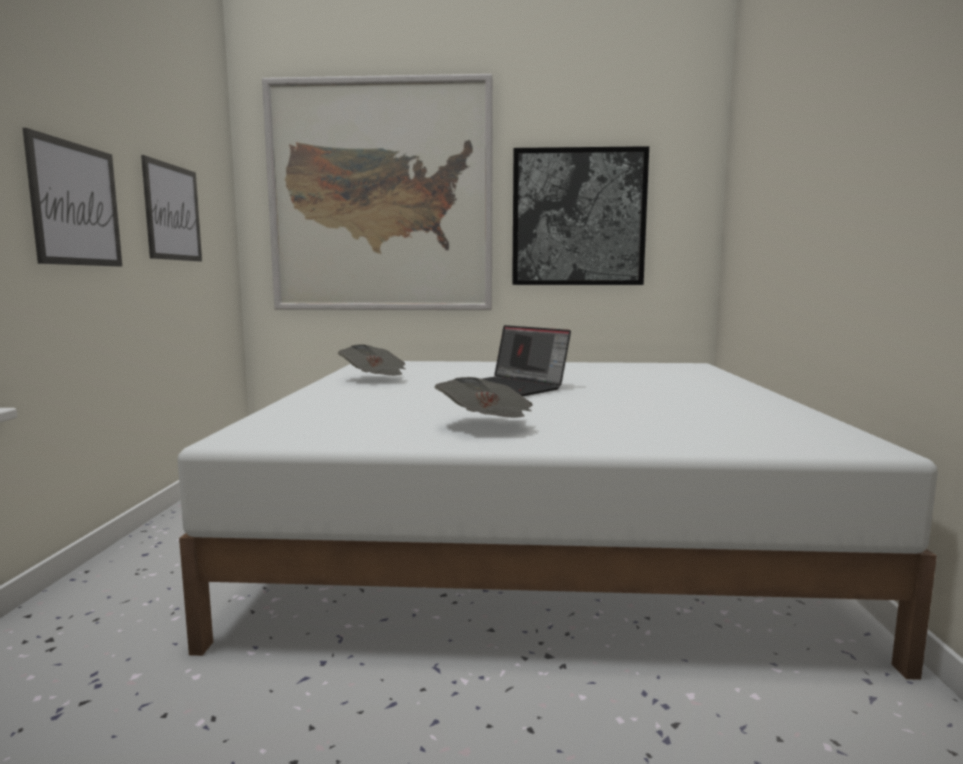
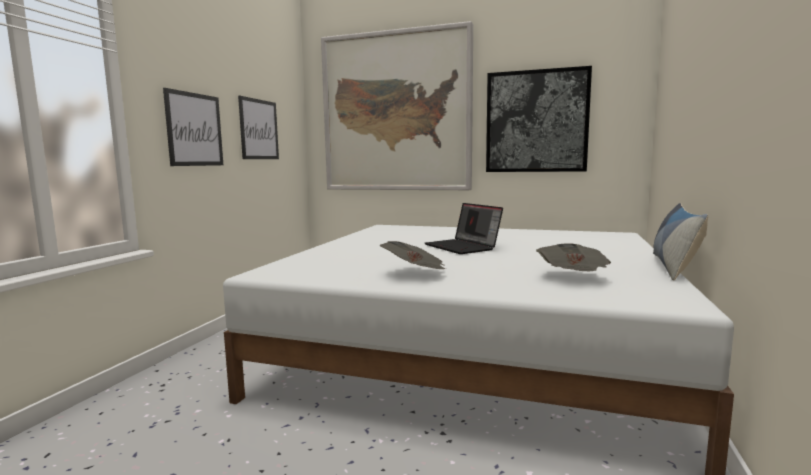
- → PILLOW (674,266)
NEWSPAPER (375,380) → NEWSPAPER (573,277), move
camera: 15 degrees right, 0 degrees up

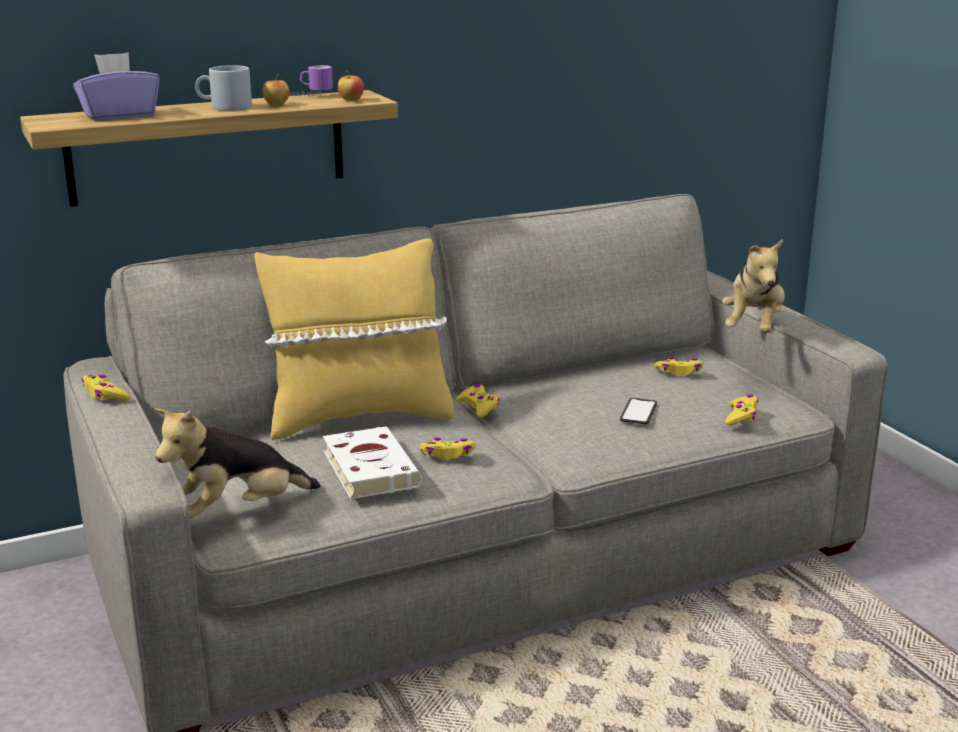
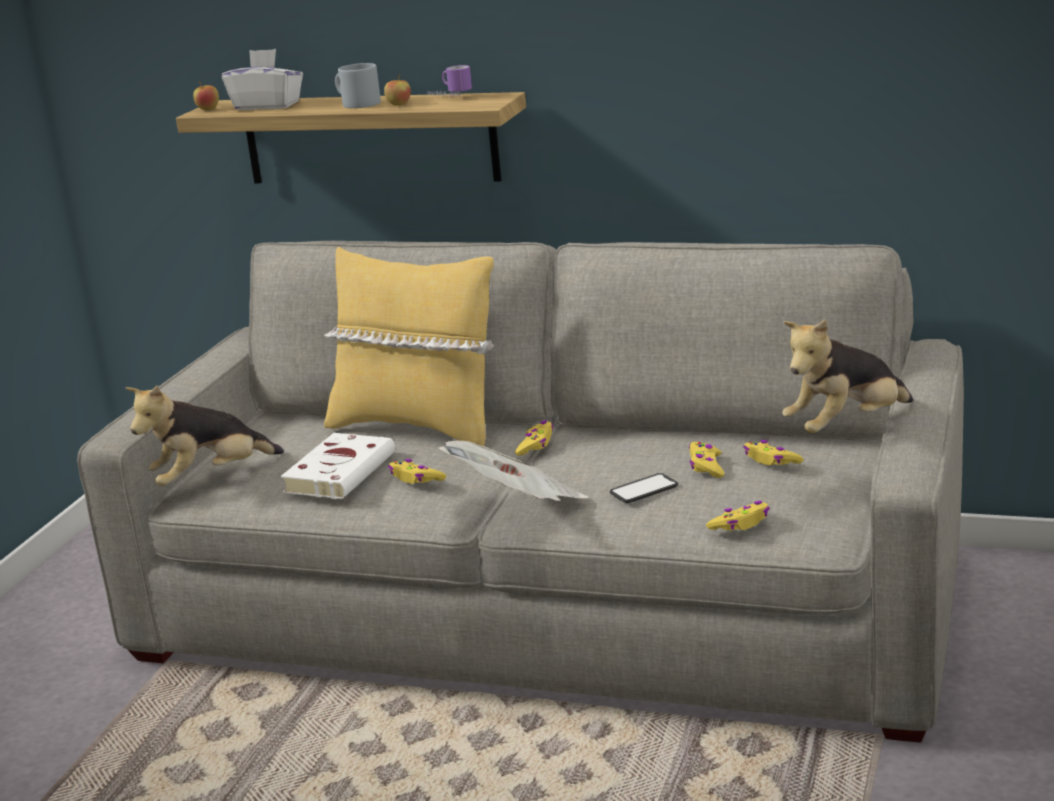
- → NEWSPAPER (517,505)
YELLOW GAME CONTROLLER (105,395) → YELLOW GAME CONTROLLER (706,467), move
APPLE (351,100) → APPLE (208,109), move
PURPLE TISSUE BOX (119,115) → WHITE TISSUE BOX (267,106)
PLUSH TOY (238,511) → PLUSH TOY (210,478), 45 degrees counterclockwise
camera: 45 degrees right, 0 degrees up

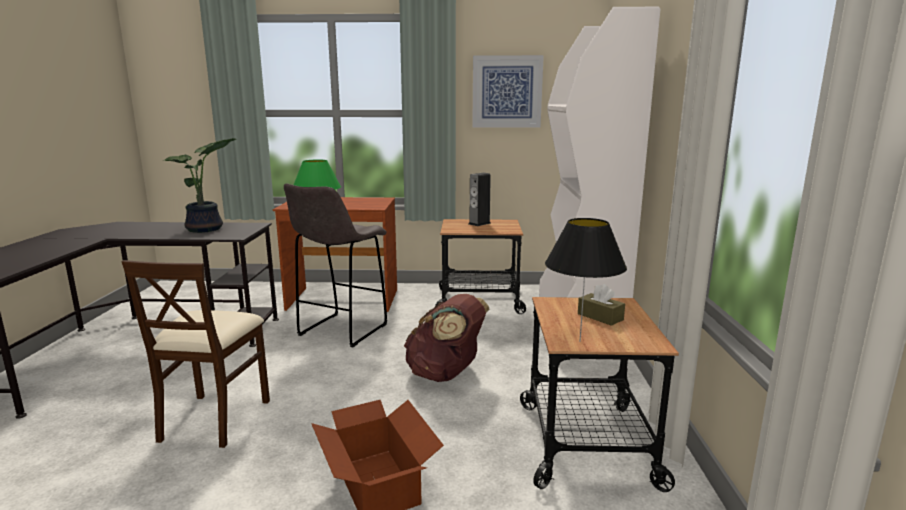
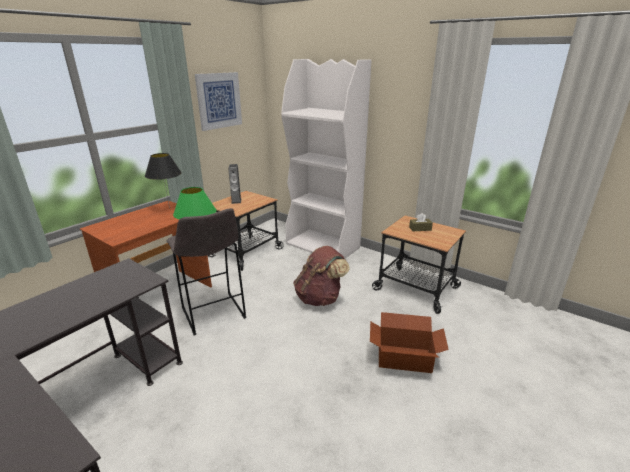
BEIGE CHAIR (214,419) → -
POTTED PLANT (206,229) → -
BLACK TABLE LAMP (579,341) → BLACK TABLE LAMP (169,208), move
camera: 55 degrees left, 10 degrees up

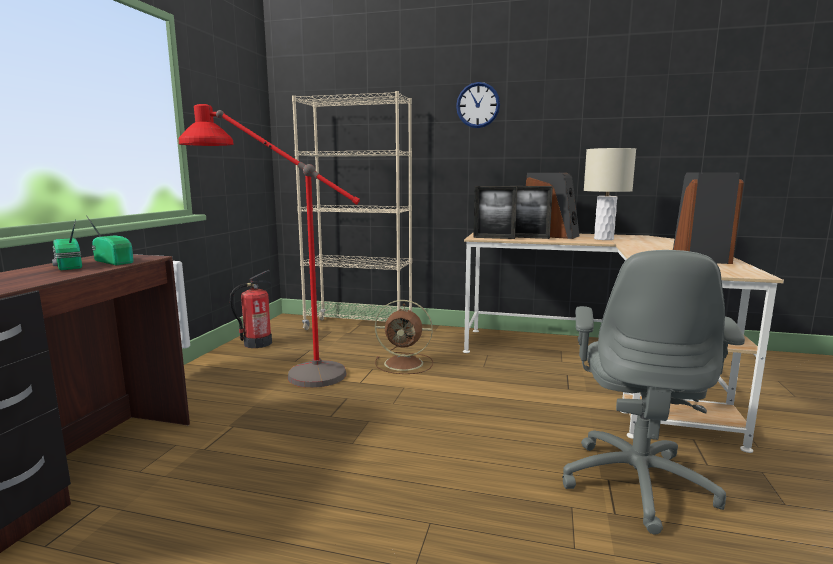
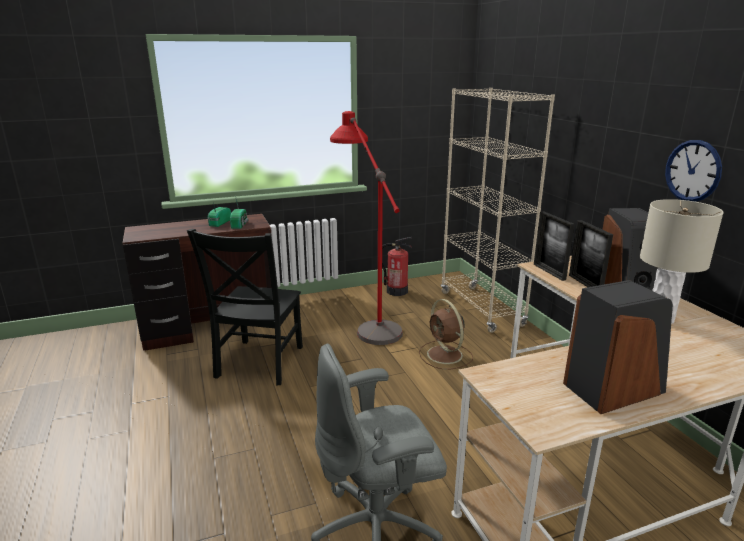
- → BLACK CHAIR (258,364)
WALL CLOCK (478,105) → WALL CLOCK (693,171), move
camera: 55 degrees right, 10 degrees up

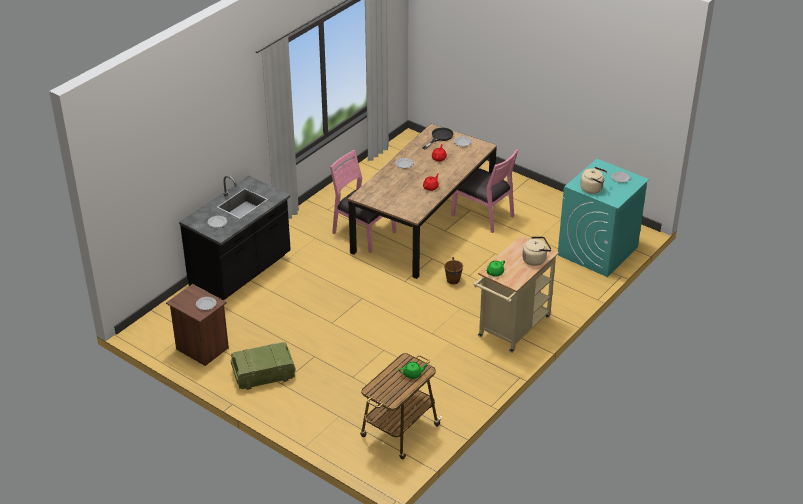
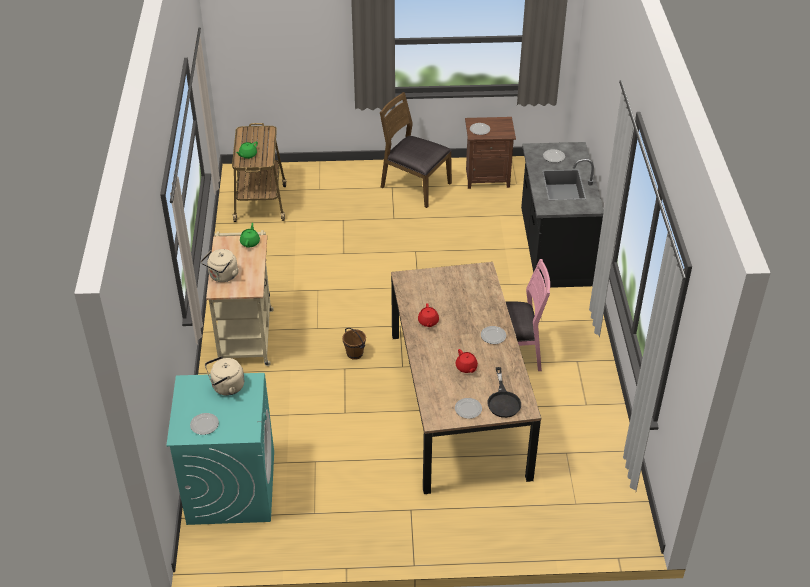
PINK CHAIR (483,215) → -
CRATE (263,374) → BROWN CHAIR (414,185)
camera: 140 degrees right, 5 degrees up

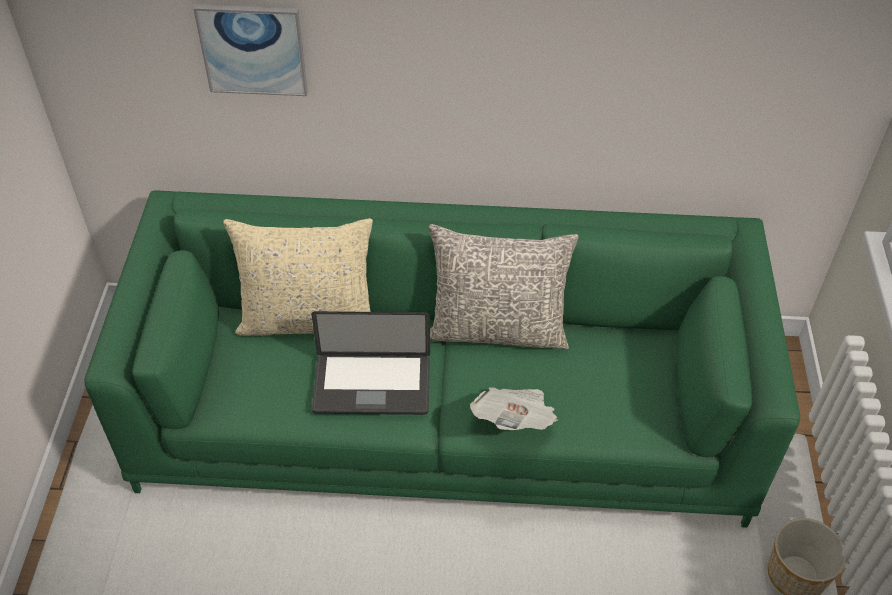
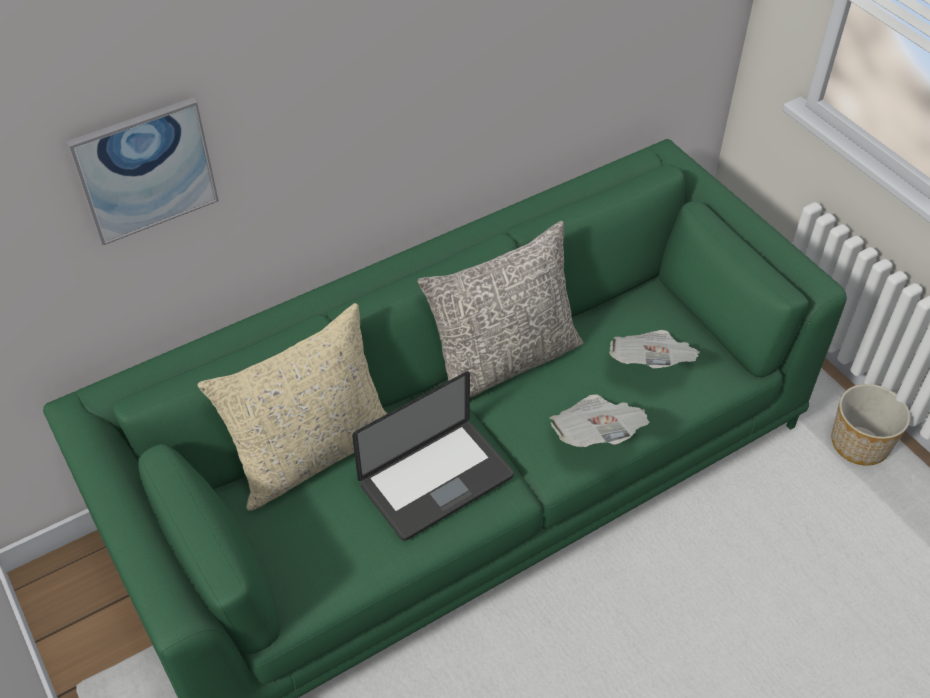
- → NEWSPAPER (650,364)
camera: 35 degrees left, 0 degrees up

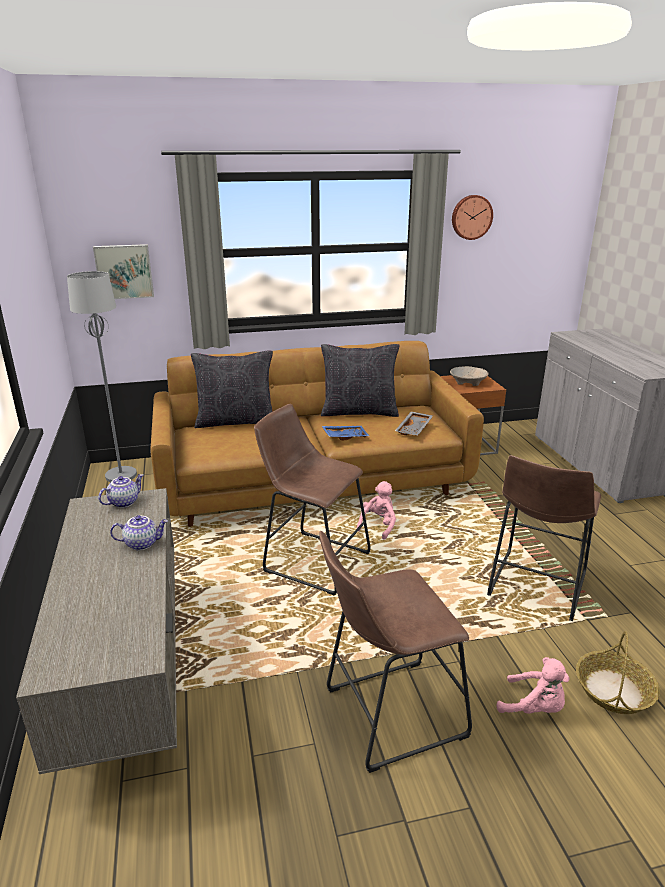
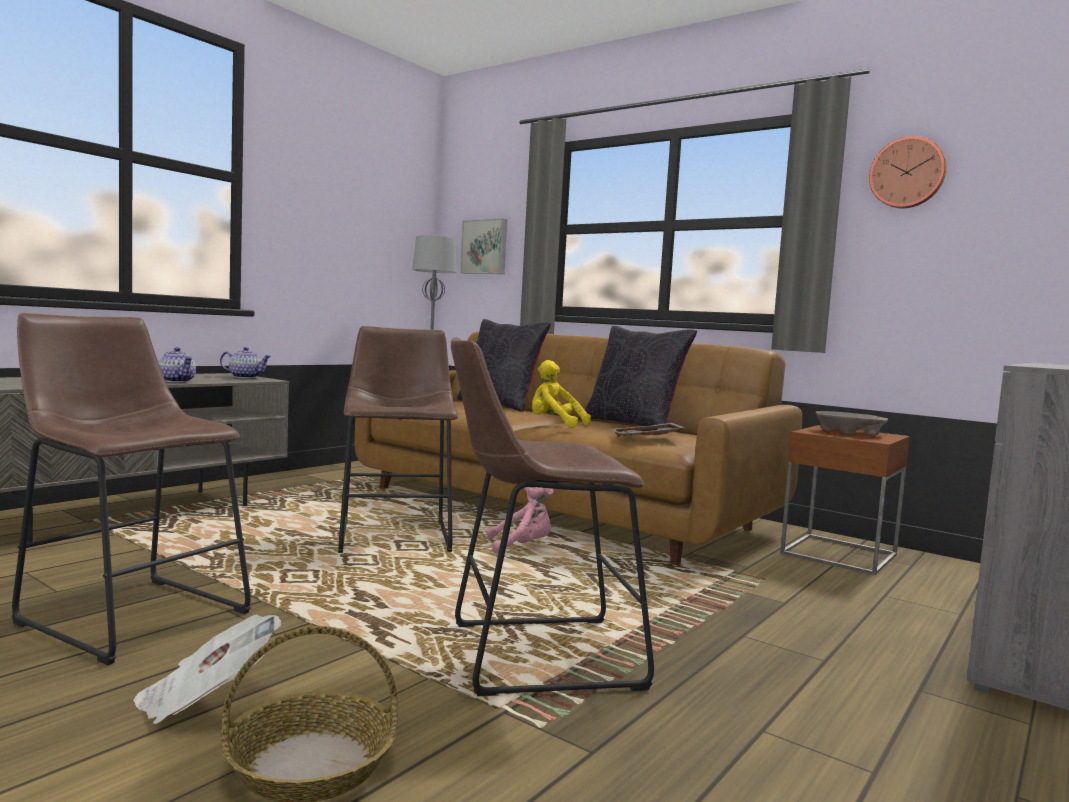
BLUE TRAY (345,436) → YELLOW PLUSH TOY (554,425)
PINK PLUSH TOY (534,707) → NEWSPAPER (206,700)
camera: 50 degrees right, 20 degrees down

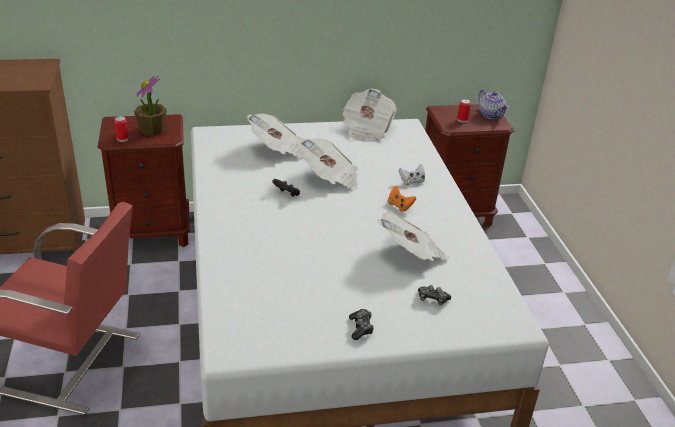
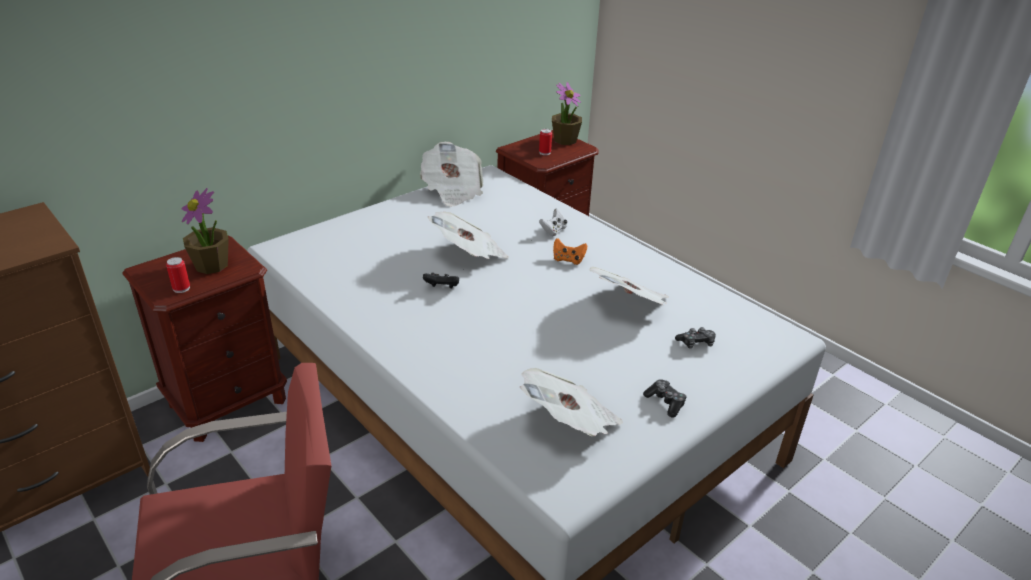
NEWSPAPER (277,149) → NEWSPAPER (570,423), move
TEAPOT (491,115) → POTTED PLANT (565,140)
camera: 30 degrees left, 0 degrees up

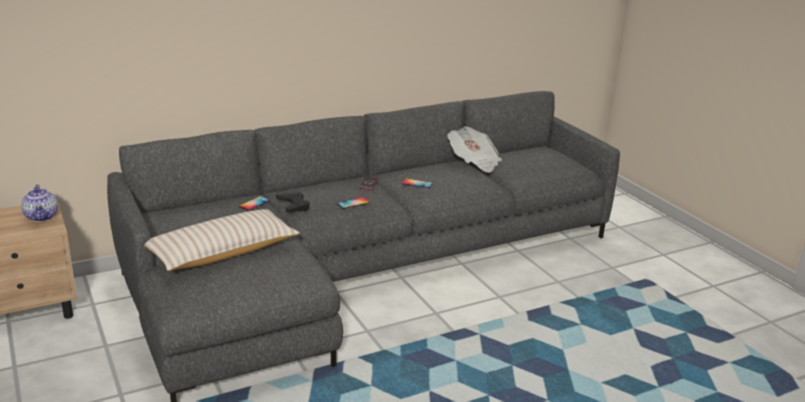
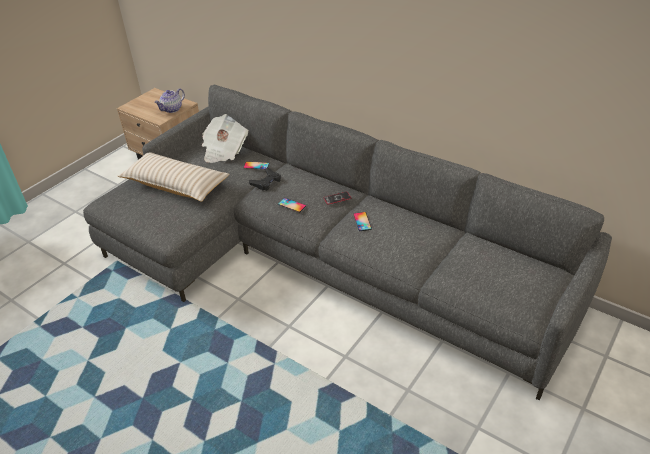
NEWSPAPER (473,162) → NEWSPAPER (224,150), move
camera: 65 degrees right, 15 degrees up

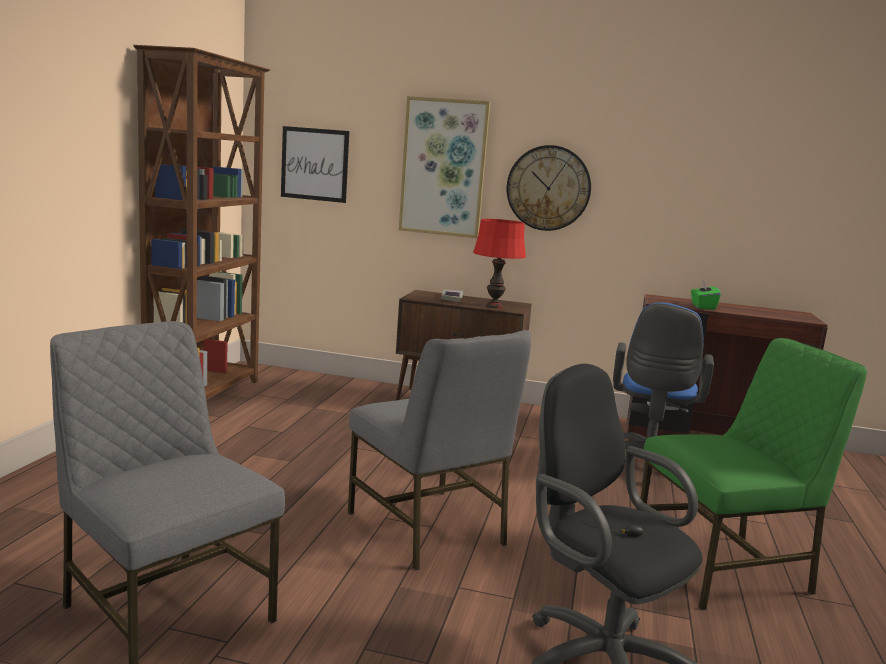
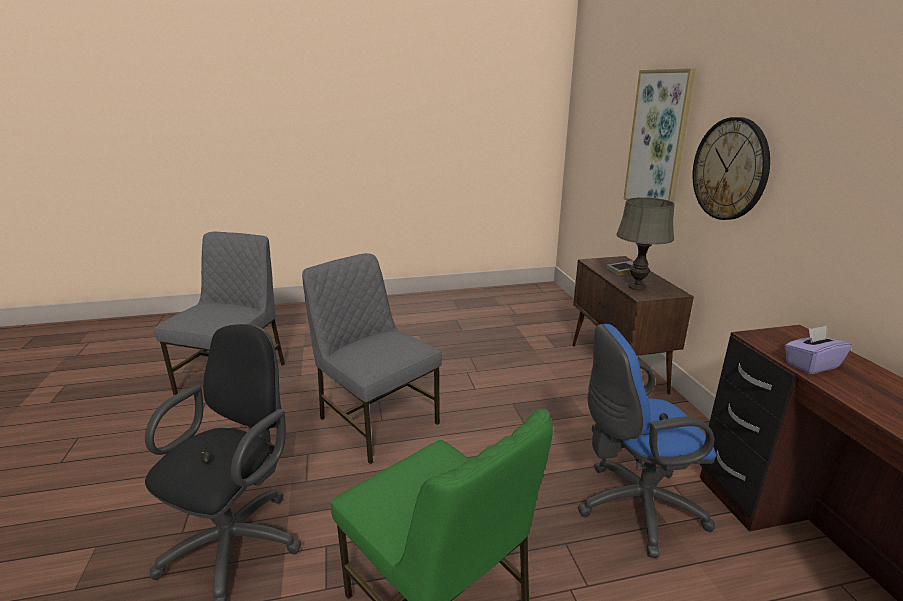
BROWN BOOKCASE (206,395) → -
PICTURE (314,164) → -
RED TABLE LAMP (494,306) → GREY TABLE LAMP (636,287)
GREEN TISSUE BOX (702,307) → PURPLE TISSUE BOX (811,365)
GREY CHAIR (428,529) → GREY CHAIR (376,420), 105 degrees clockwise
camera: 65 degrees right, 10 degrees up

